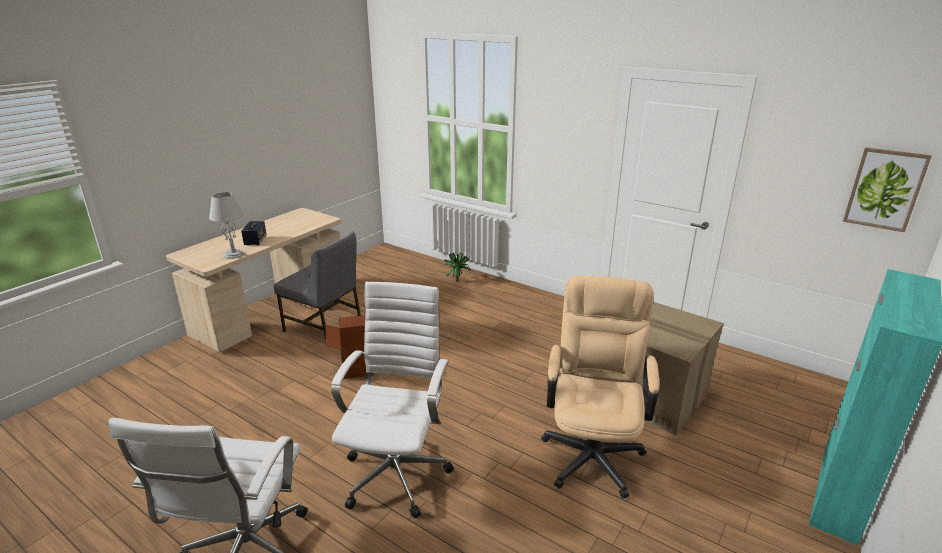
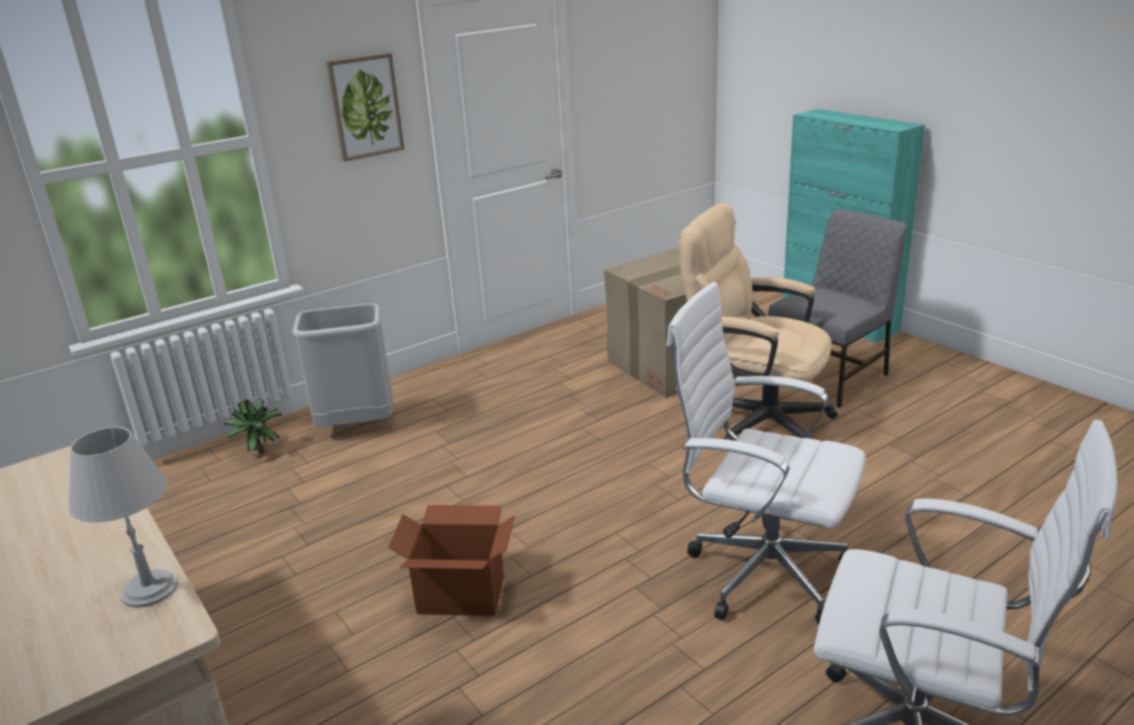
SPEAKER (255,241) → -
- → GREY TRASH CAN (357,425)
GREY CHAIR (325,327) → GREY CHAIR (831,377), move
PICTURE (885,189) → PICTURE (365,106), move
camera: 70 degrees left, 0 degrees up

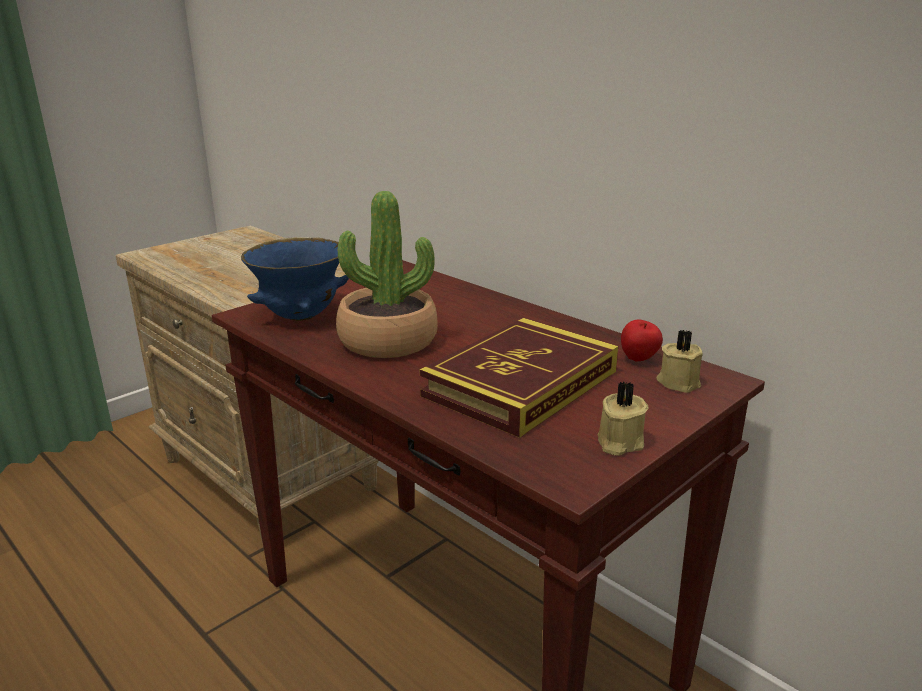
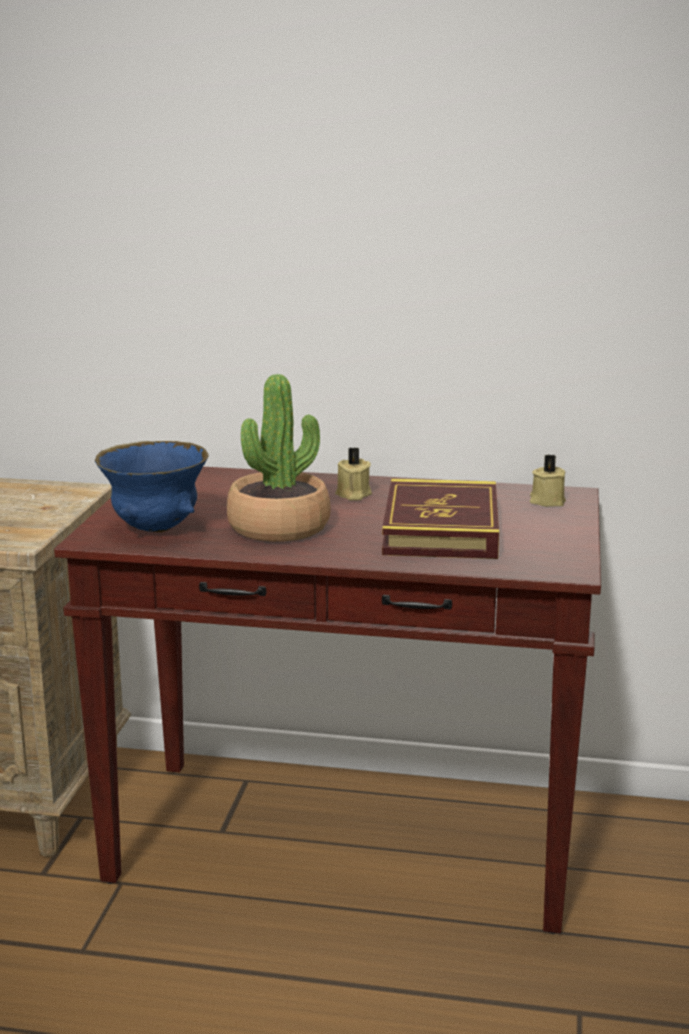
APPLE (639,360) → -
BEIGE CANDLE (618,443) → BEIGE CANDLE (353,495), move
camera: 35 degrees left, 5 degrees down

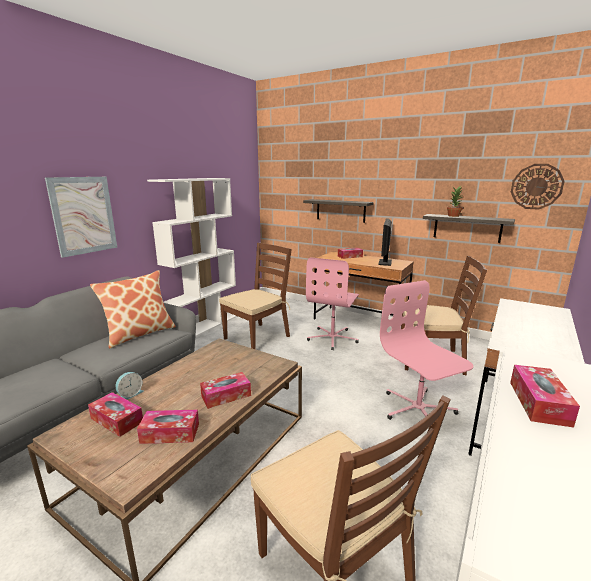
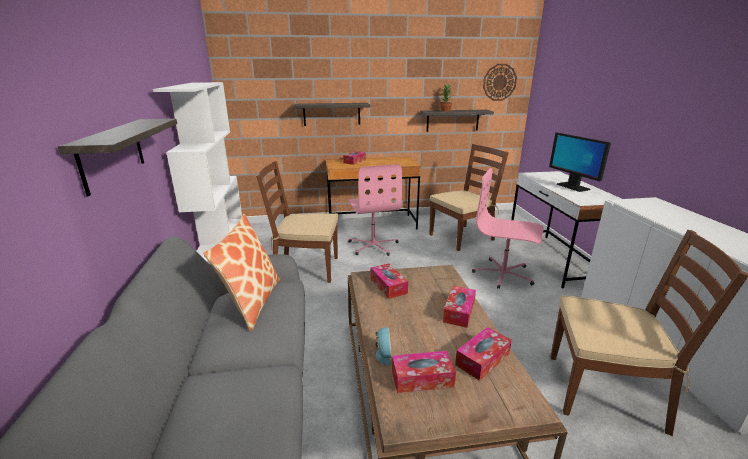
MONITOR (385,262) → MONITOR (572,187), move
TISSUE BOX (539,403) → TISSUE BOX (388,286), move
PICTURE (83,215) → SHELF (112,154)
BROWN CHAIR (257,337) → BROWN CHAIR (305,268), 90 degrees counterclockwise
camera: 40 degrees left, 5 degrees up

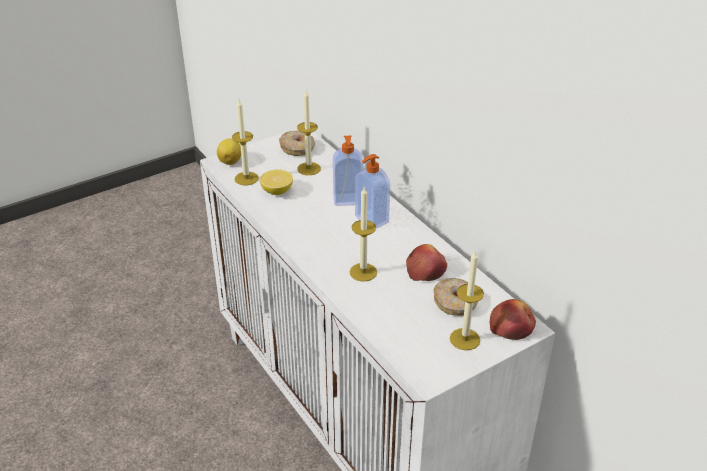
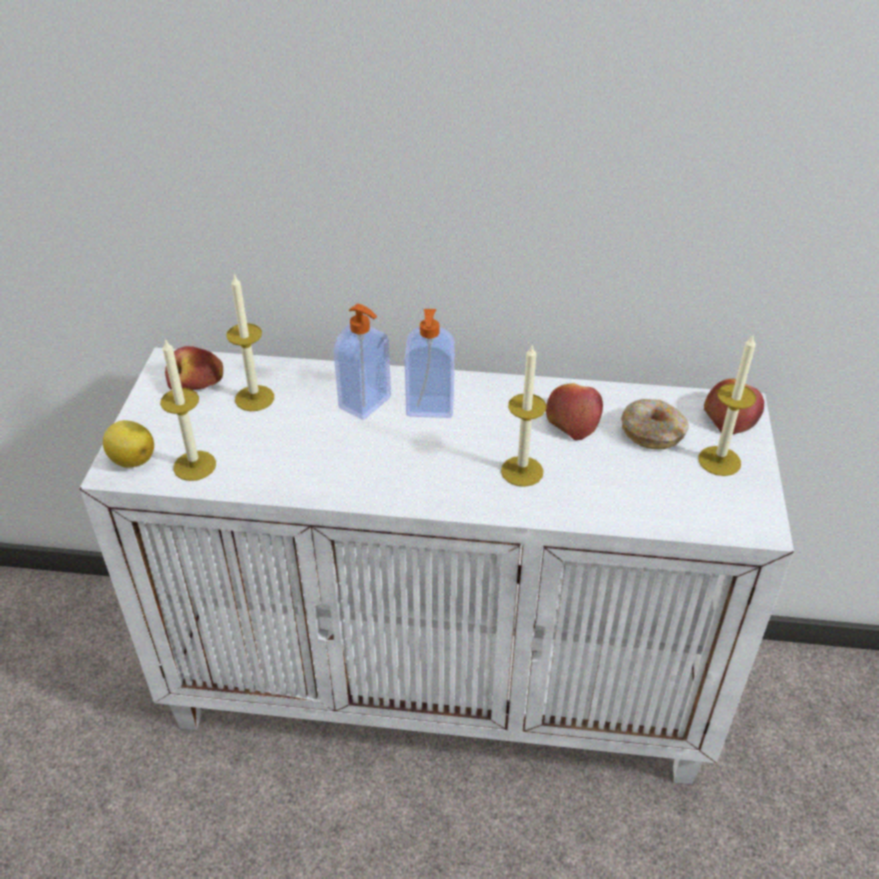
LEMON (277,191) → -
DONUT (298,148) → APPLE (196,383)
camera: 50 degrees left, 5 degrees up

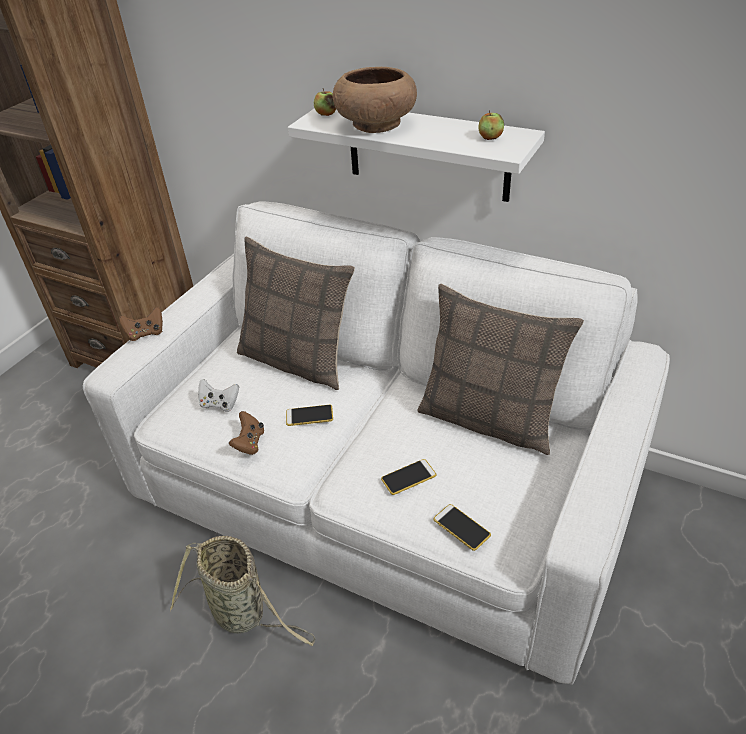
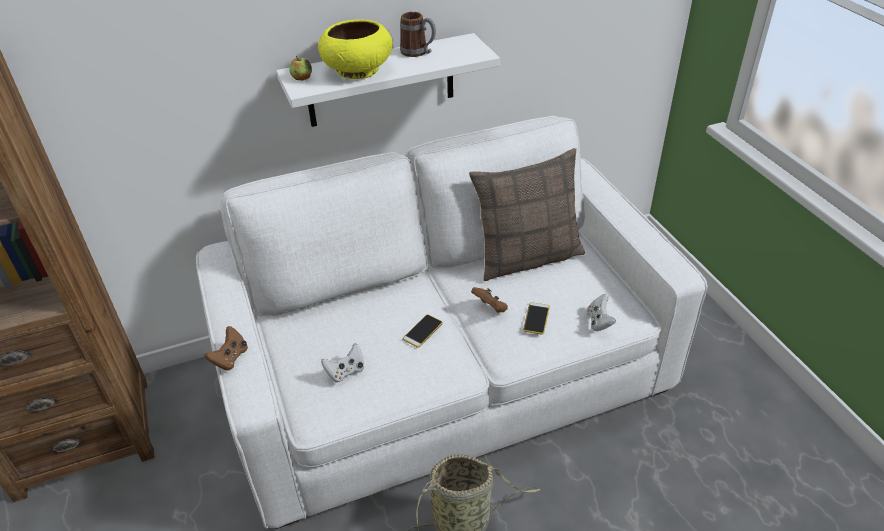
PILLOW (298,360) → -
APPLE (490,137) → -
- → MUG (418,52)
BROWN GAME CONTROLLER (249,443) → BROWN GAME CONTROLLER (490,308), move
PHONE (461,527) → WHITE GAME CONTROLLER (599,321)
BROWN BOWL (375,124) → YELLOW BOWL (357,70)
camera: 50 degrees left, 0 degrees up

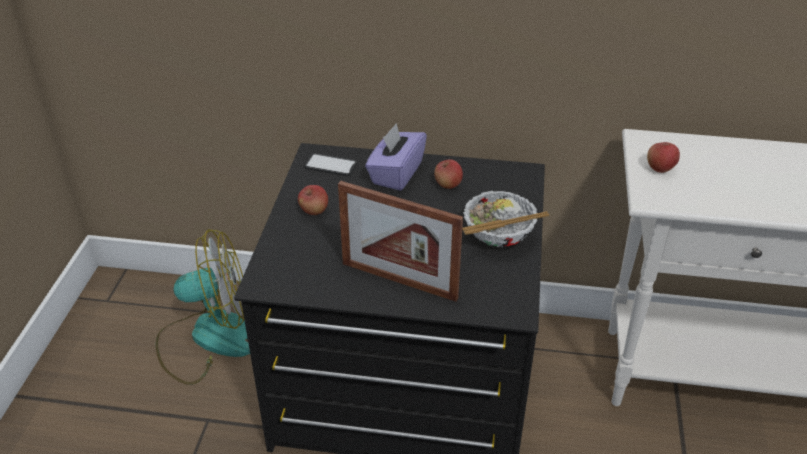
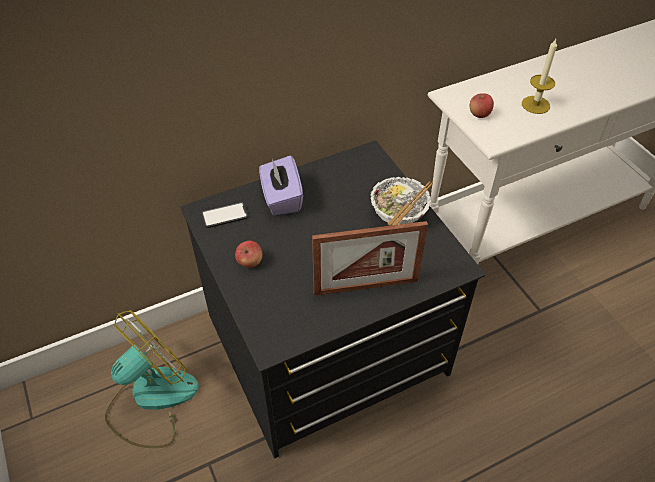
APPLE (448,185) → -
- → CANDLE (535,105)
camera: 35 degrees left, 10 degrees up

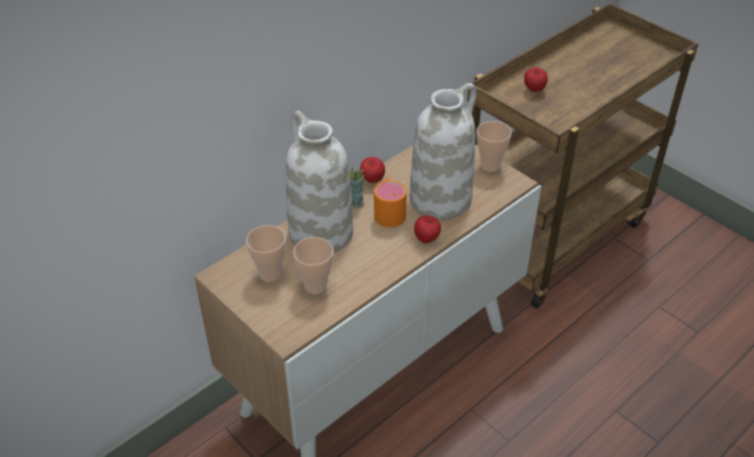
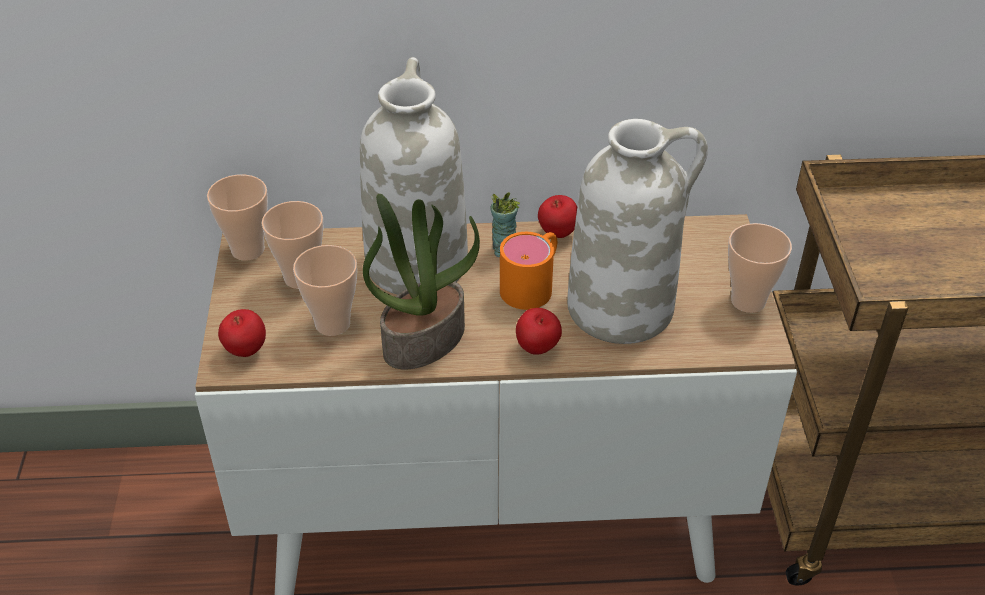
- → CUP (248,250)
- → POTTED PLANT (424,339)
APPLE (533,90) → APPLE (246,351), move
camera: 40 degrees right, 0 degrees up

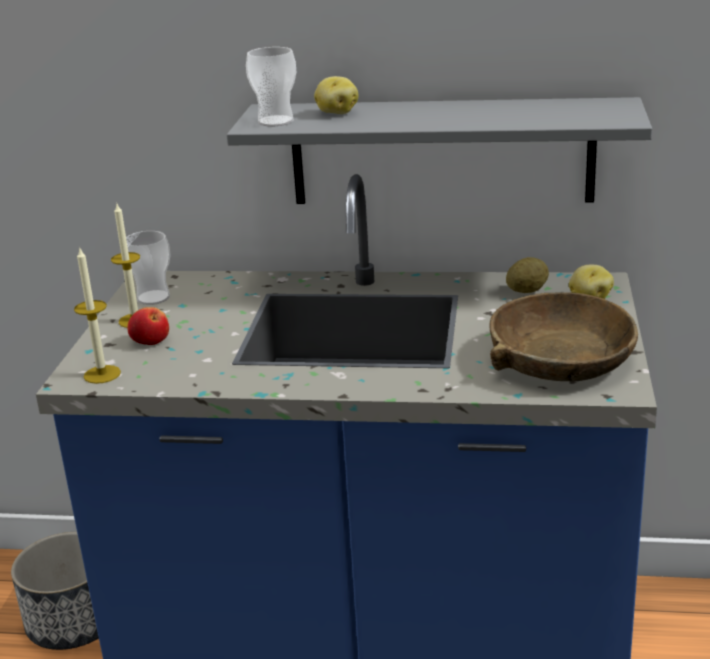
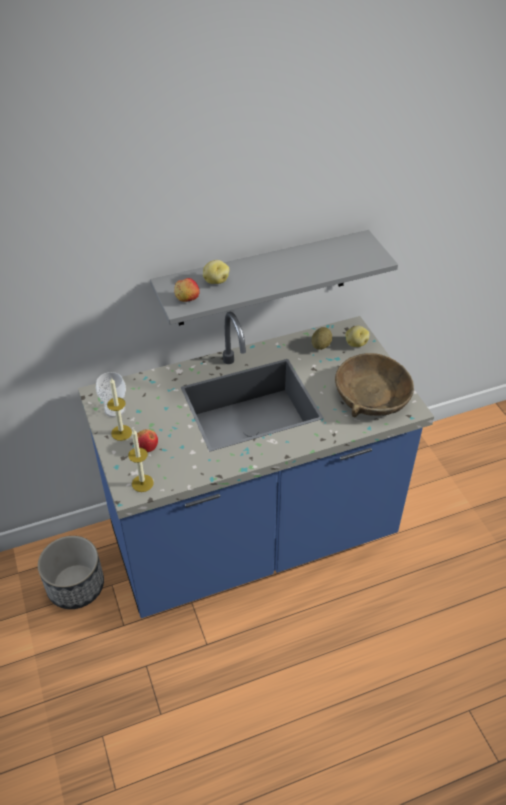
CUP (275,121) → APPLE (187,298)
camera: 30 degrees left, 20 degrees up

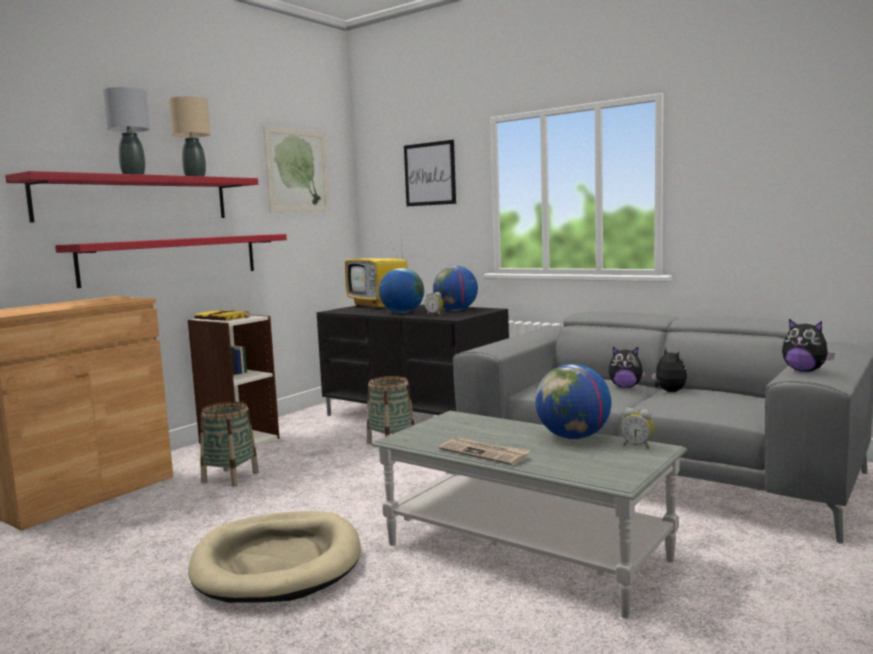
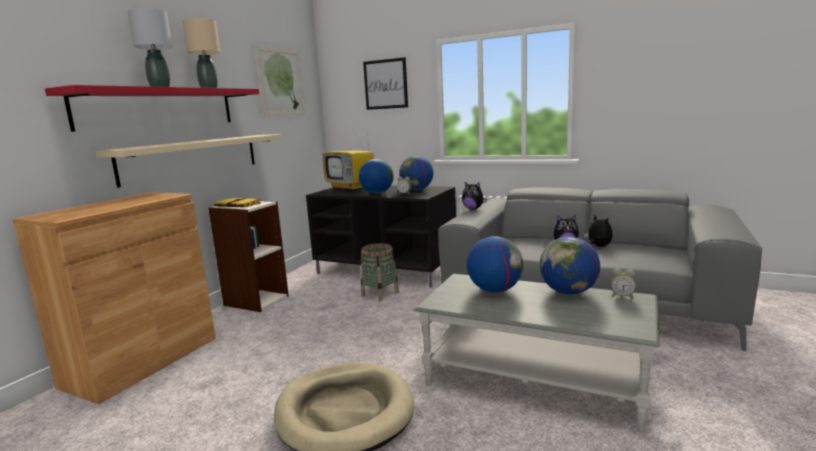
BASKET (230,477) → -
NEWSPAPER (485,453) → -
- → GLOBE (495,290)
PLUSH TOY (805,371) → PLUSH TOY (473,209), move
RED SHELF (172,259) → BEIGE SHELF (193,158)
camera: 10 degrees left, 5 degrees up

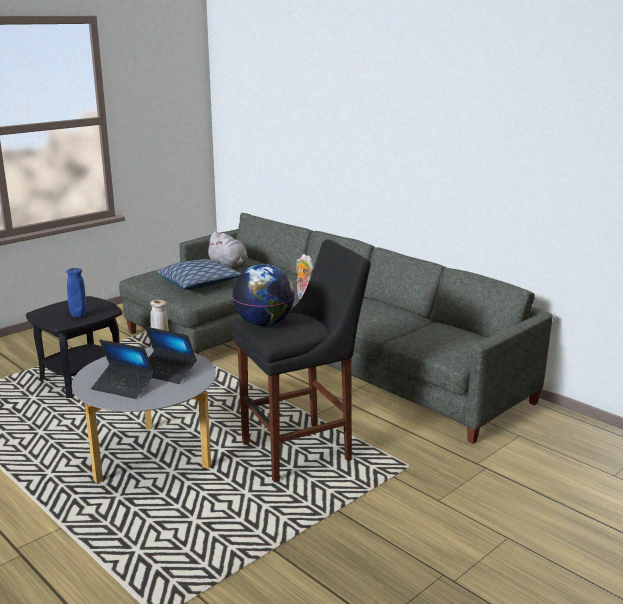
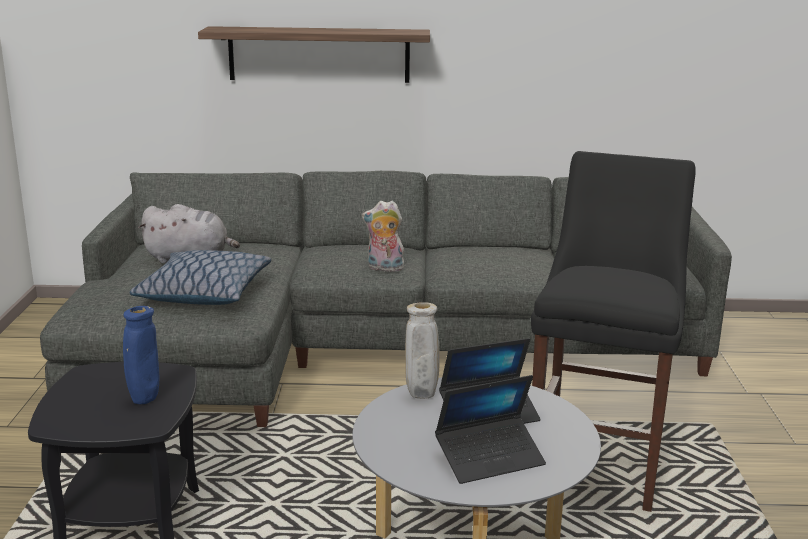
GLOBE (264,324) → -
- → SHELF (319,54)
camera: 45 degrees left, 0 degrees up

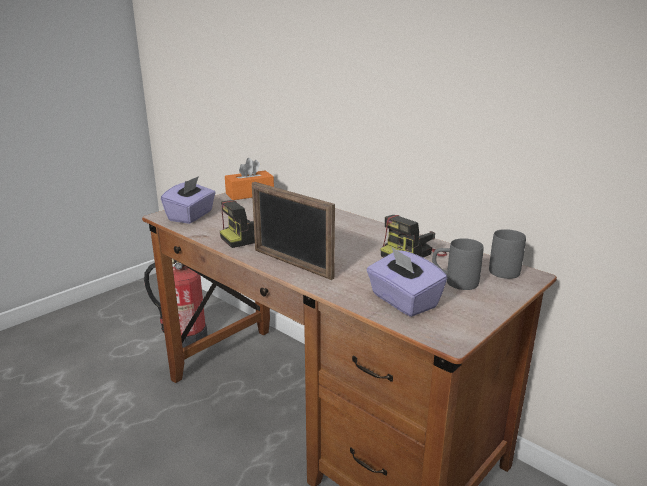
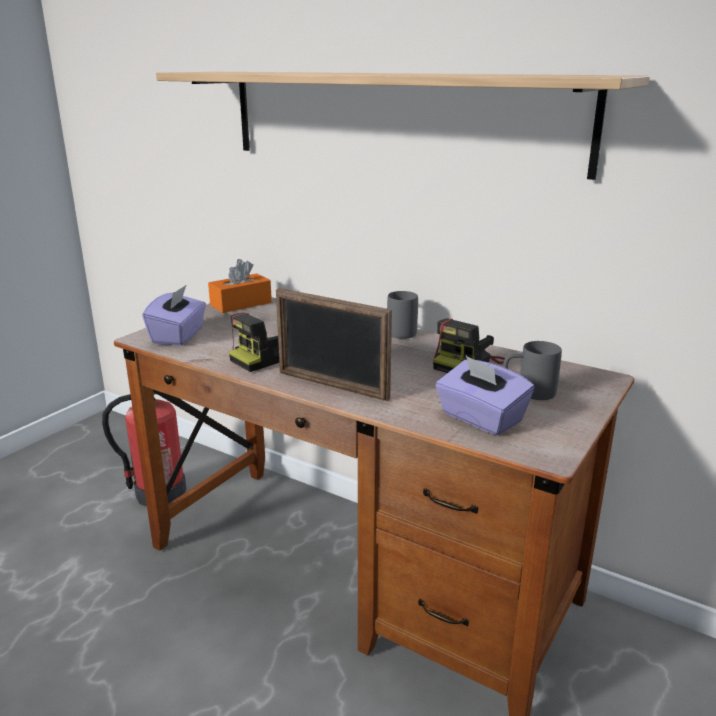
- → SHELF (396,119)
GREY MUG (501,269) → GREY MUG (399,331), move
camera: 10 degrees left, 0 degrees up

